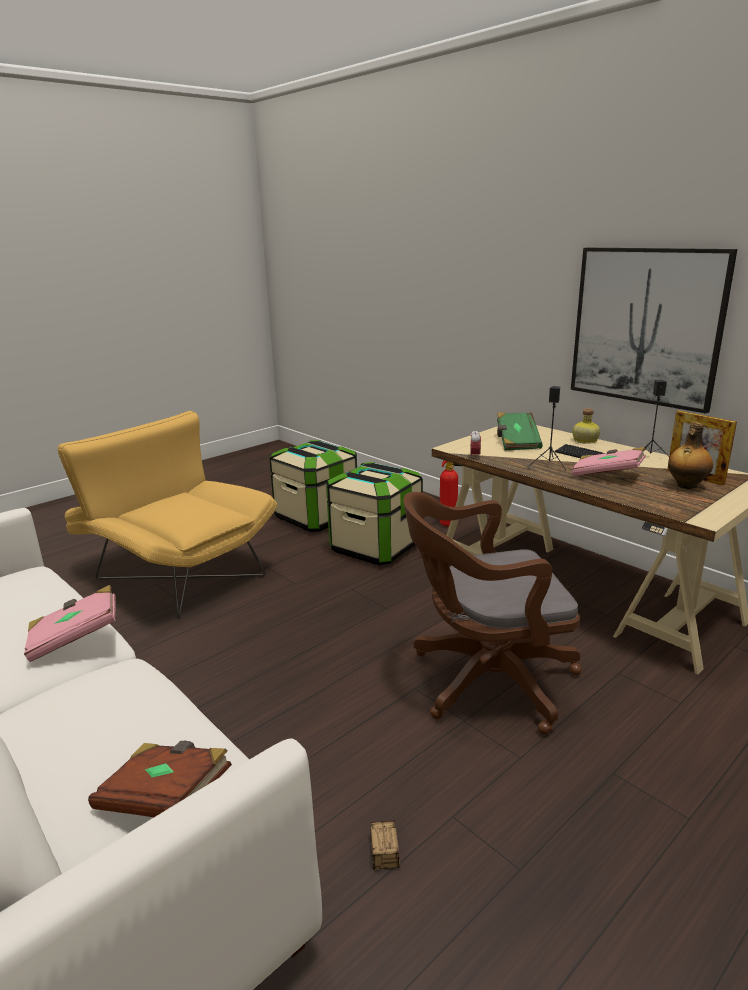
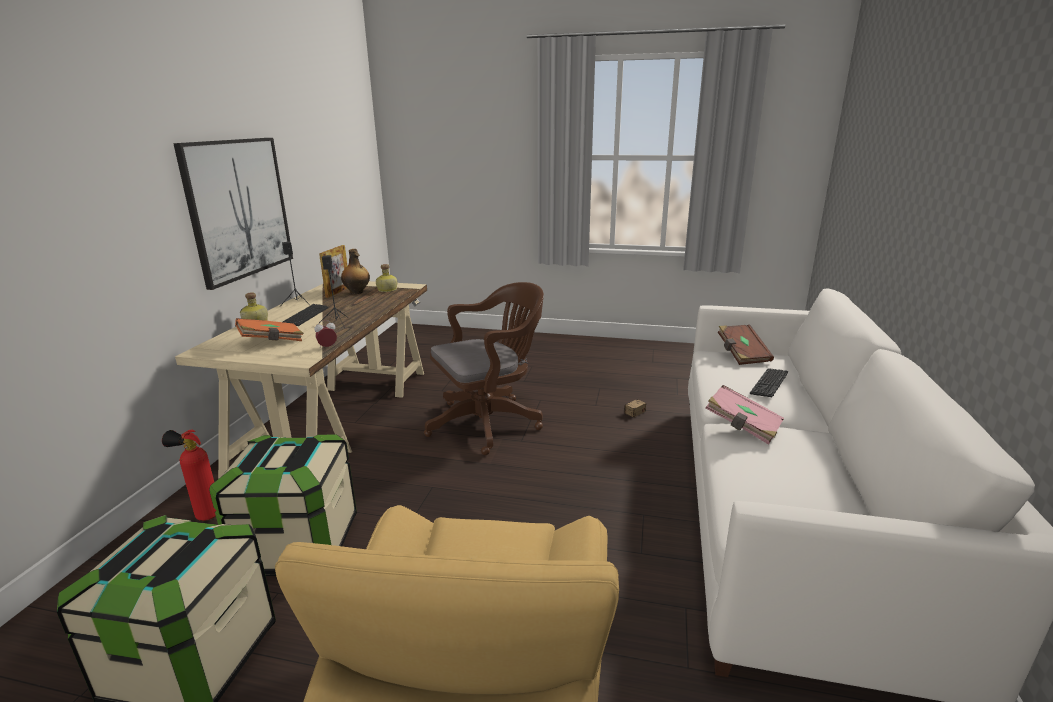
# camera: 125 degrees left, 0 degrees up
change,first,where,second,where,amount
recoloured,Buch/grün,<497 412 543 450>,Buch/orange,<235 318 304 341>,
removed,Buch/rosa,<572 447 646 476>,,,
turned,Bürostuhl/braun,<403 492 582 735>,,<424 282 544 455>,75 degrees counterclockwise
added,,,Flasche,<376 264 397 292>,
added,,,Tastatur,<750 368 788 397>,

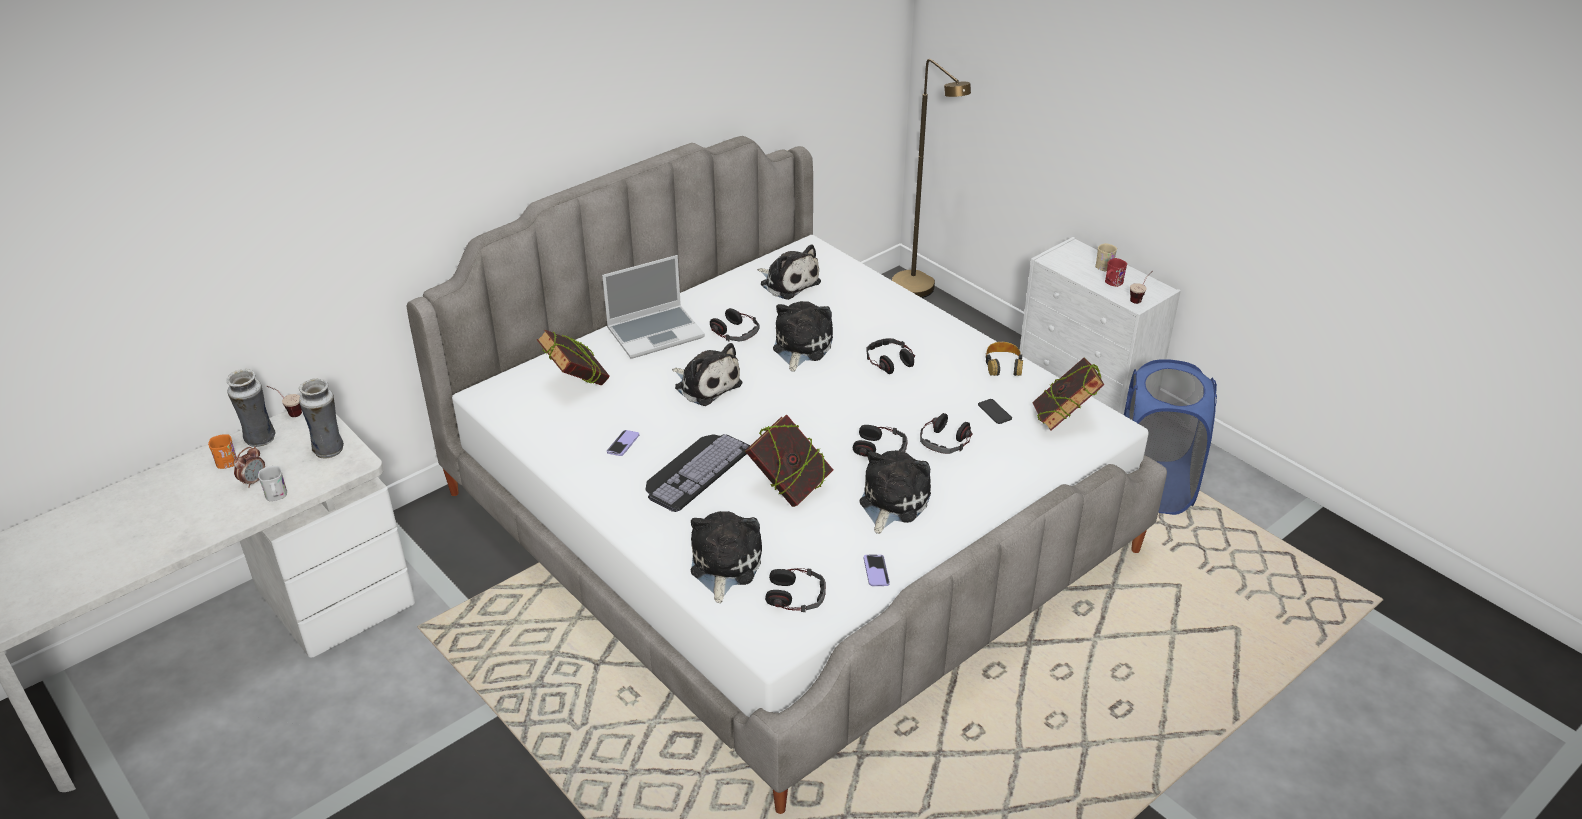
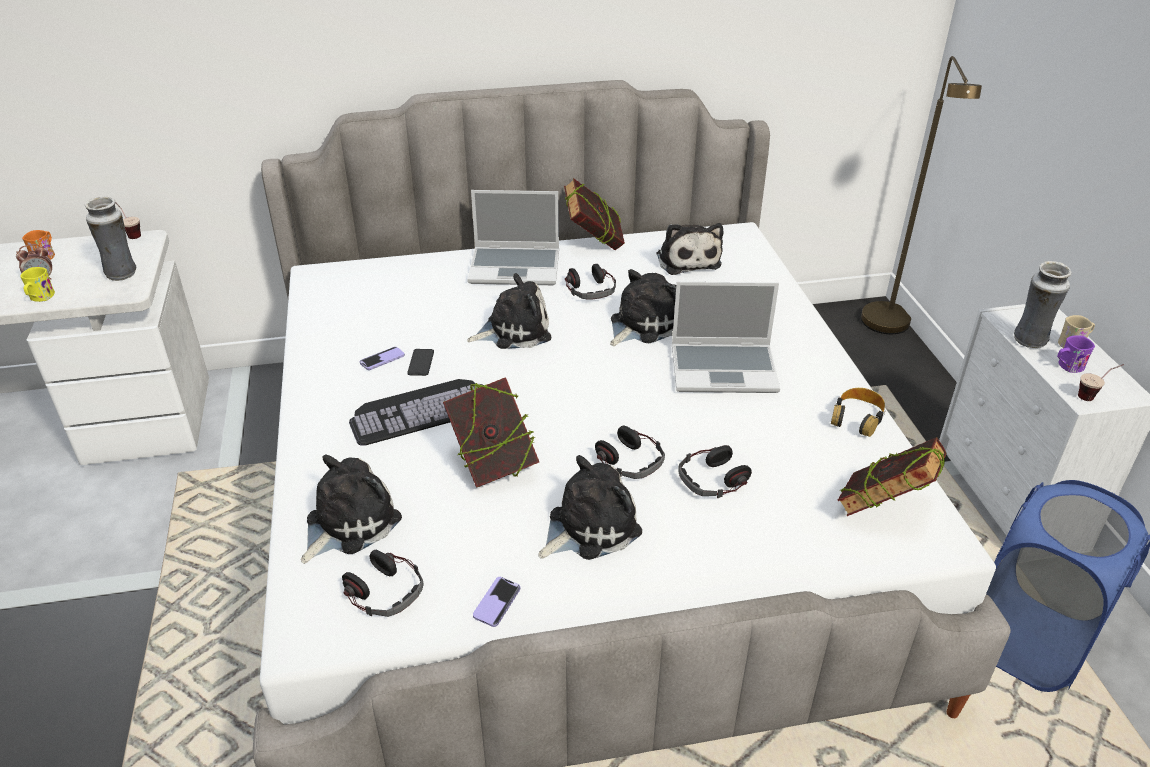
# camera: 30 degrees right, 0 degrees up
change,first,where,second,where,amount
recoloured,Henkelbecher/rot,<1105 258 1127 287>,Henkelbecher/lila,<1057 335 1095 373>,
moved,Buch,<536 330 610 386>,,<564 178 625 250>,
replaced,Kopfhörer,<866 338 915 374>,Laptop,<672 282 780 393>,
turned,Plüschtier,<672 343 742 406>,,<467 273 551 349>,90 degrees counterclockwise
moved,Vase,<227 369 276 447>,,<1014 261 1071 348>,
moved,Handy,<978 399 1012 424>,,<407 349 434 376>,
recoloured,Henkelbecher/weiß,<258 466 287 501>,Henkelbecher/gelb,<20 267 55 302>,

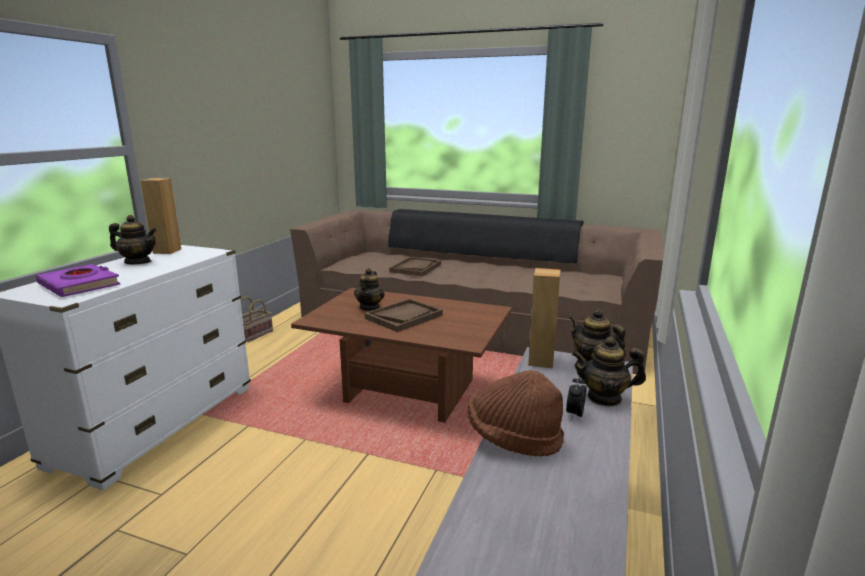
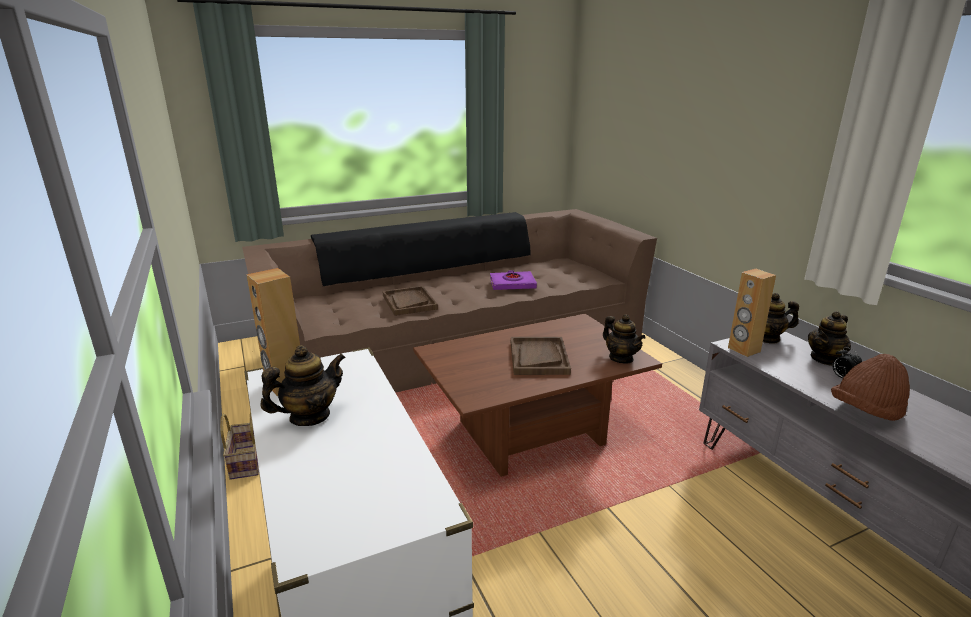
# camera: 45 degrees left, 5 degrees up
change,first,where,second,where,amount
moved,Buch/lila,<36 264 120 297>,,<490 271 537 290>,
moved,Teekanne,<354 268 385 311>,,<603 314 646 363>,

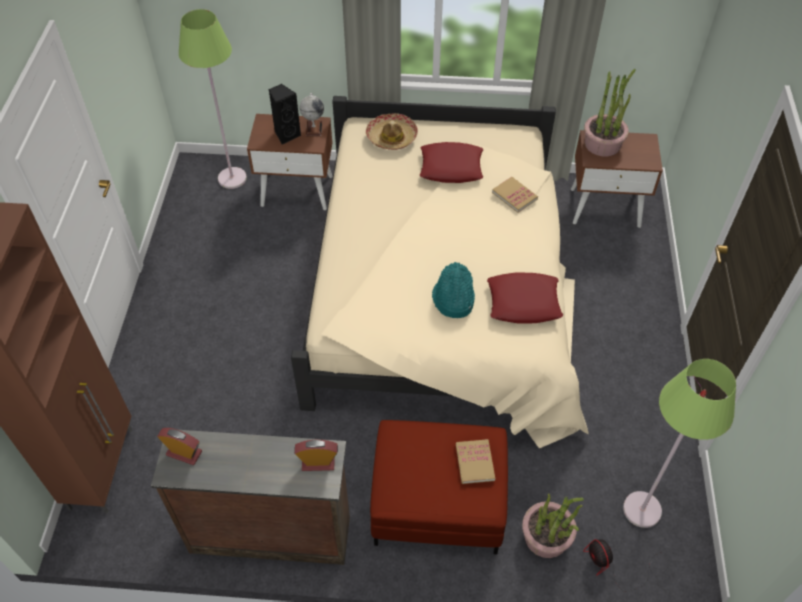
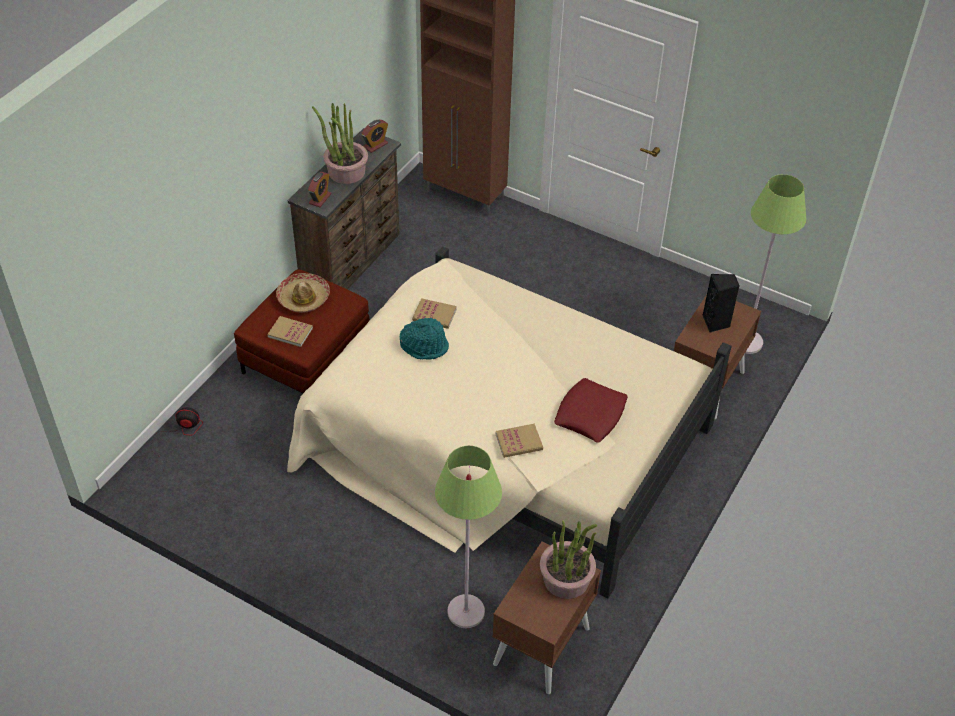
# camera: 115 degrees right, 5 degrees down
change,first,where,second,where,amount
removed,Globus,<300 93 324 136>,,,
moved,Hut,<366 113 418 150>,,<276 273 330 313>,
removed,Kissen/rot,<487 273 563 323>,,,
moved,Stehlampe/grün,<623 359 736 528>,,<435 446 502 628>,
moved,Topfpflanze,<522 493 584 558>,,<312 103 368 184>,
added,,,Buch,<412 298 457 329>,

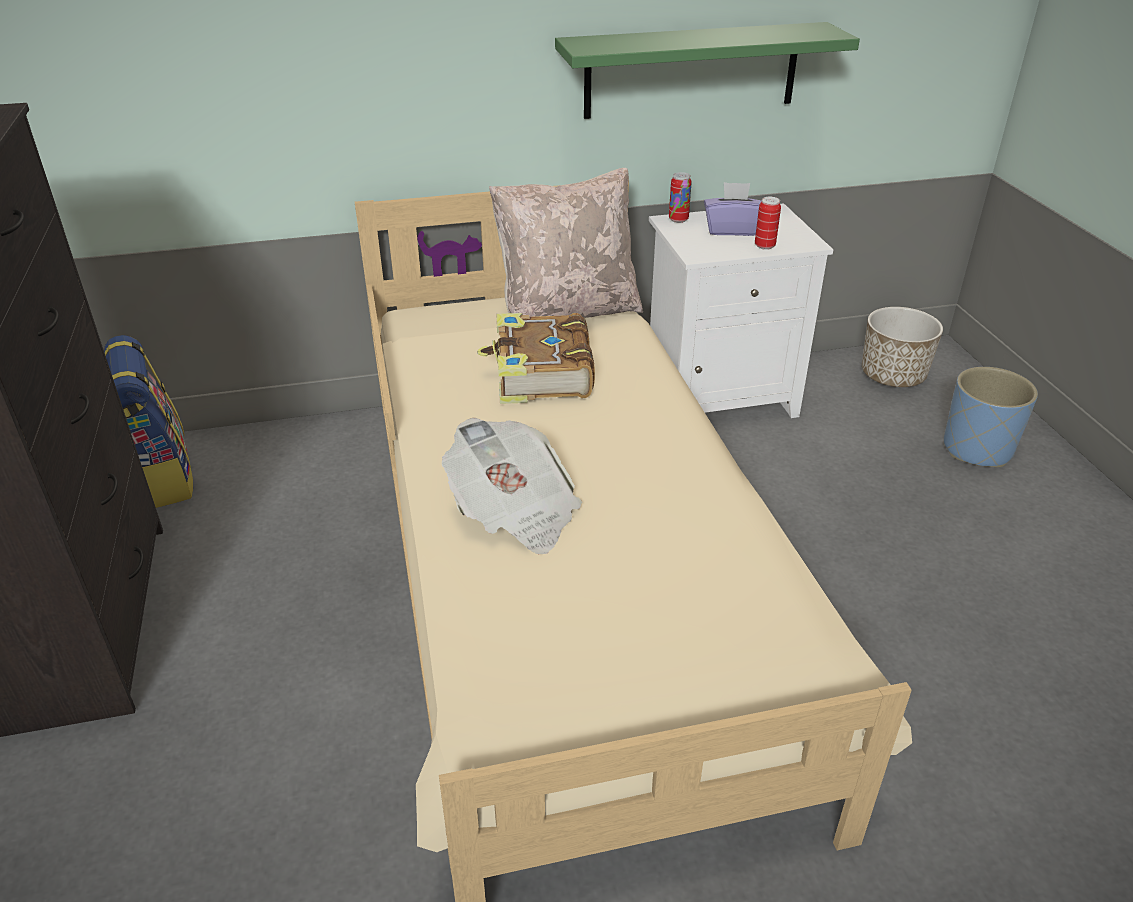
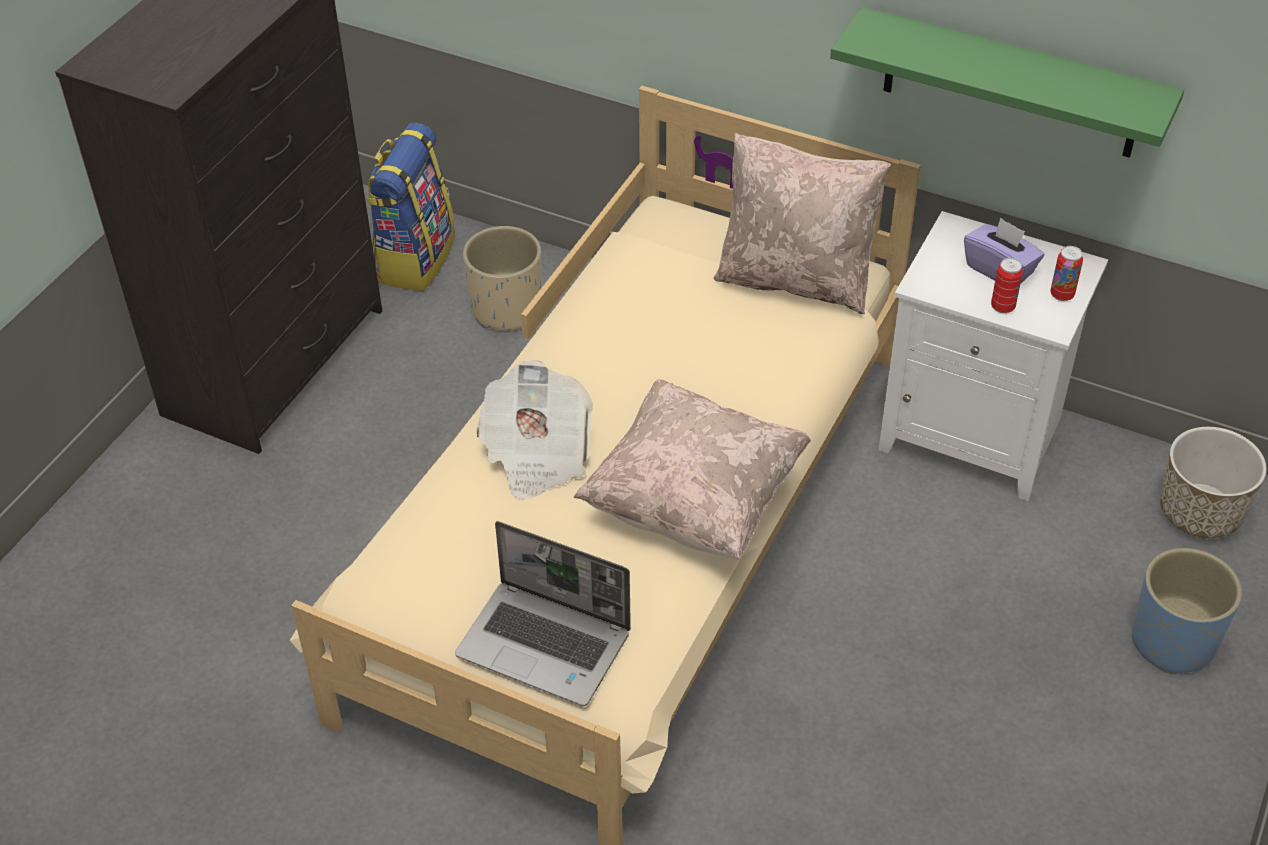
# camera: 40 degrees right, 10 degrees up
change,first,where,second,where,amount
moved,Dose,<669 172 692 223>,,<1051 246 1083 301>,
removed,Buch,<477 313 595 404>,,,
added,,,Pflanzkübel/beige,<463 226 541 330>,
added,,,Kissen/beige,<574 379 811 560>,
added,,,Laptop,<455 521 631 706>,

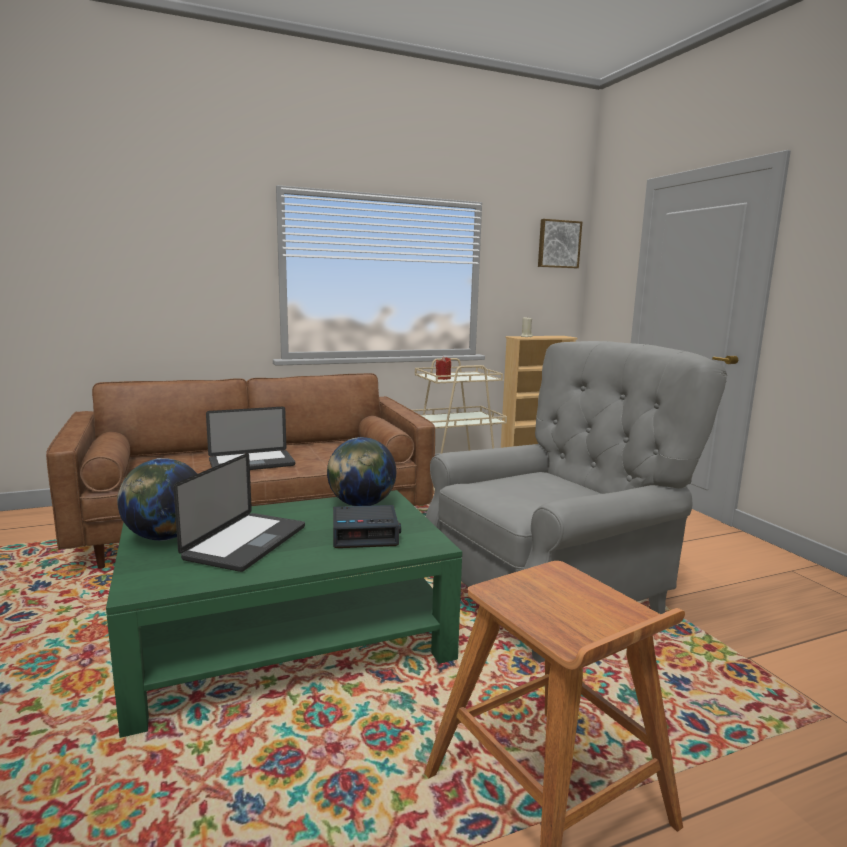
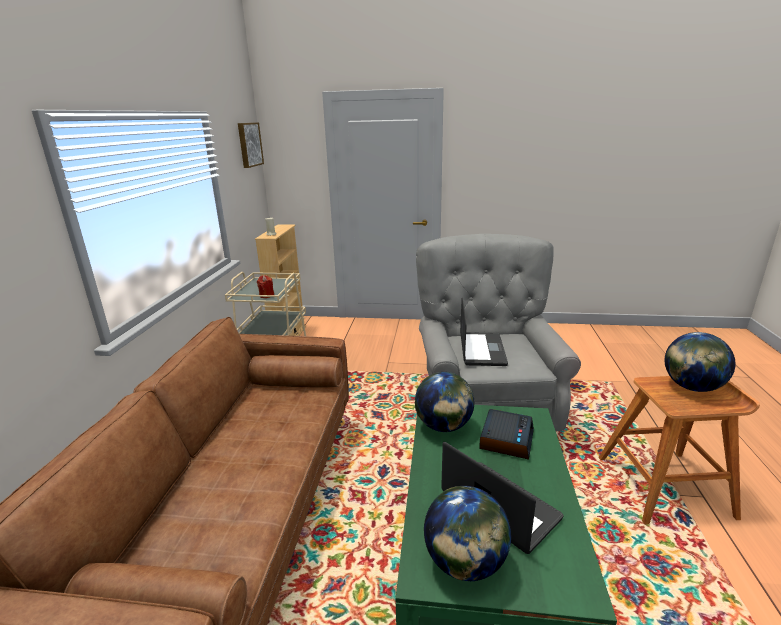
# camera: 60 degrees left, 10 degrees up
change,first,where,second,where,amount
moved,Laptop,<206 407 295 470>,,<460 297 508 366>,
added,,,Globus,<665 332 736 392>,

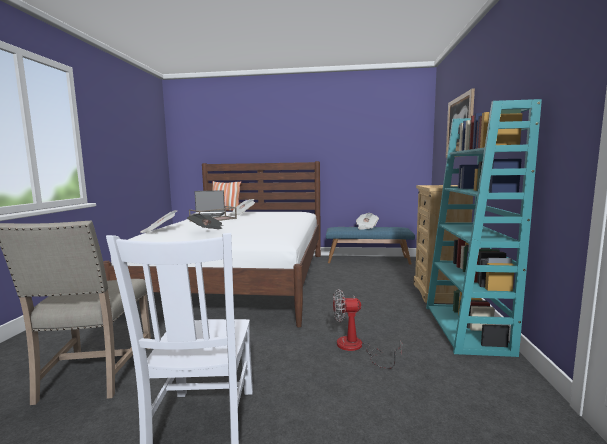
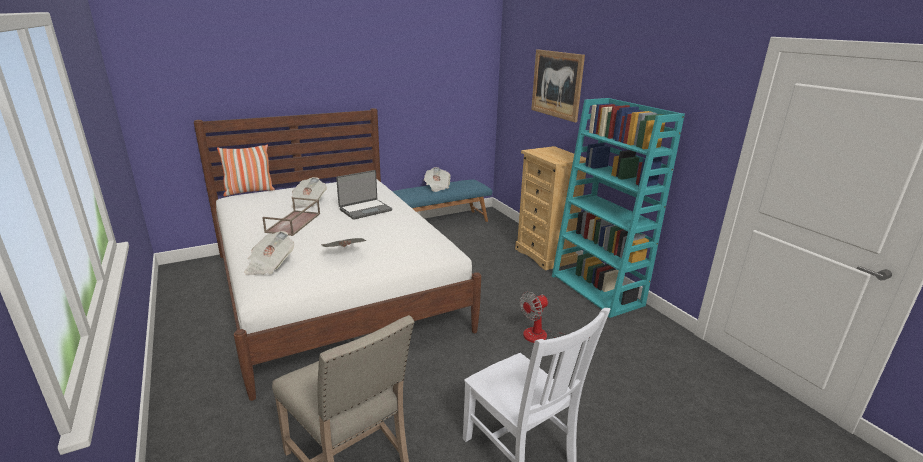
# camera: 35 degrees left, 15 degrees up
change,first,where,second,where,amount
moved,Laptop,<191 190 225 217>,,<336 170 392 220>,

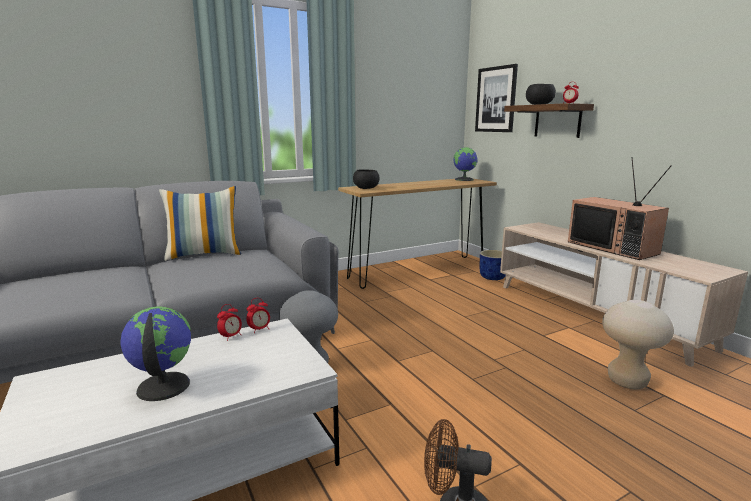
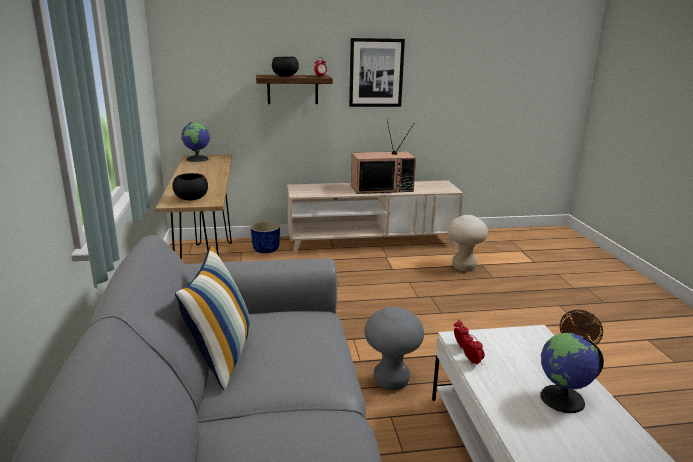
# camera: 70 degrees left, 5 degrees up
change,first,where,second,where,amount
moved,Bild,<475 64 518 132>,,<349 38 405 107>,

